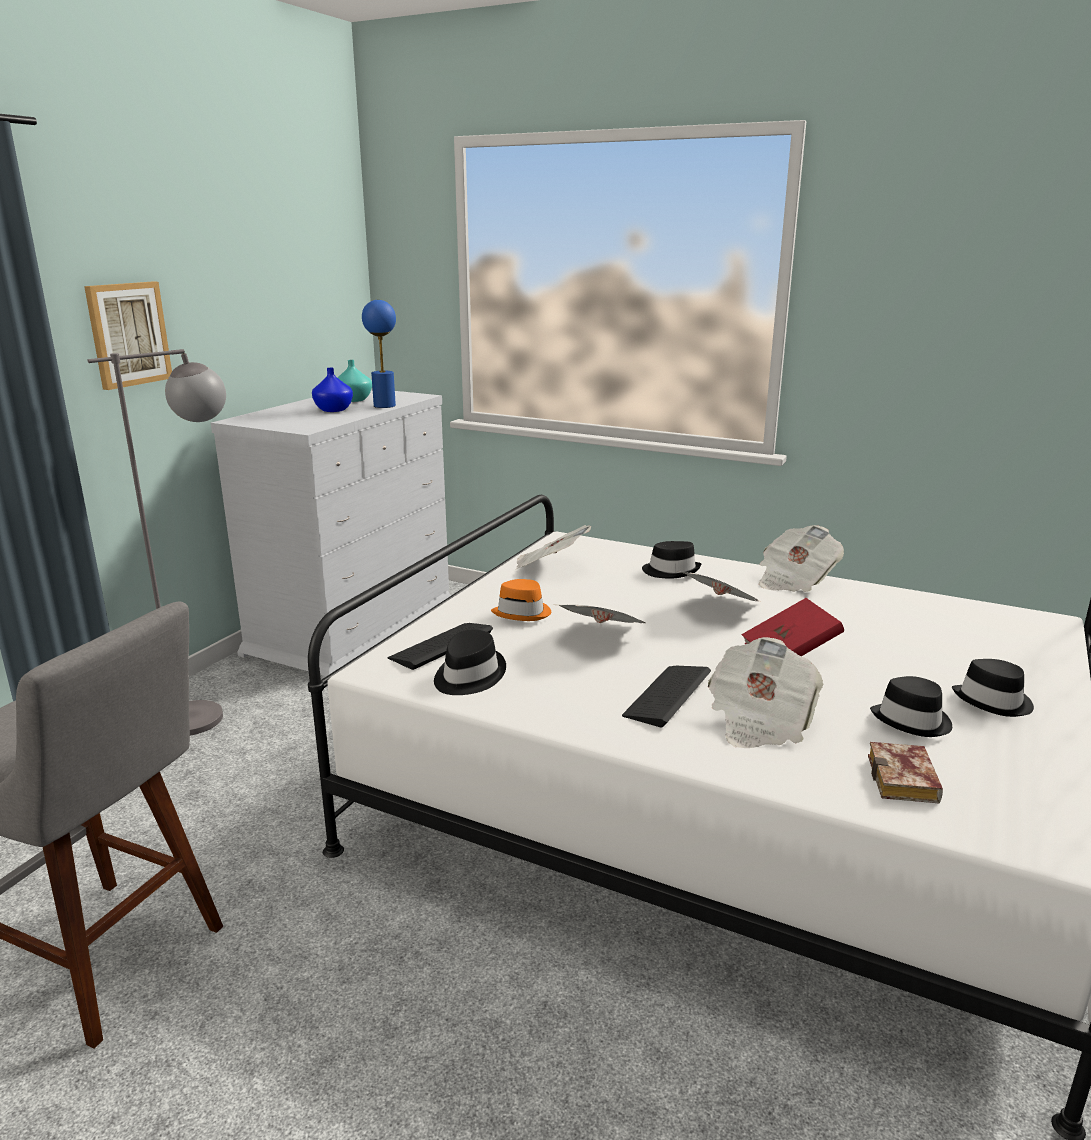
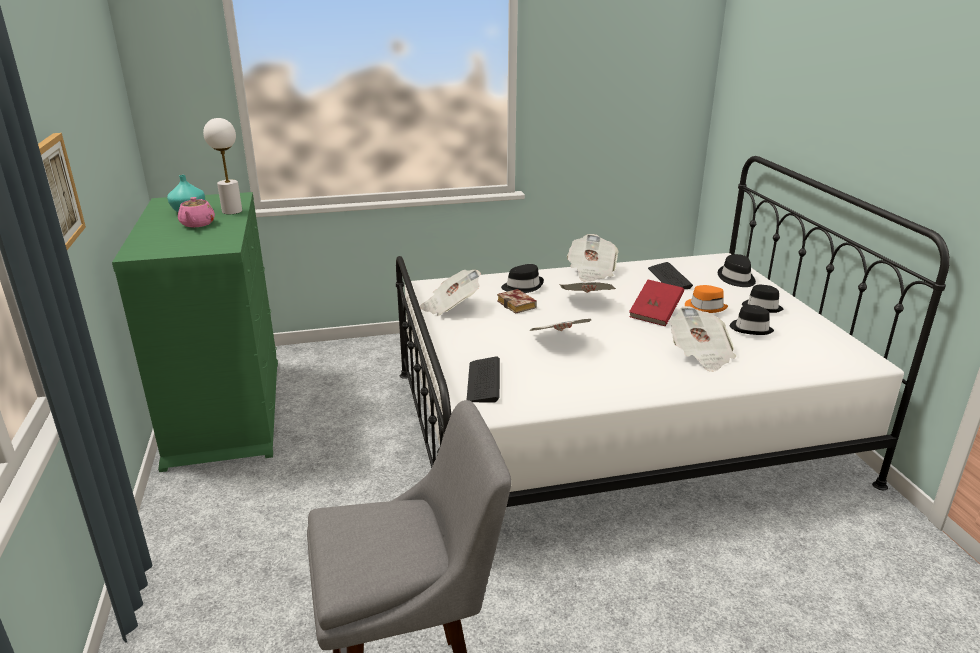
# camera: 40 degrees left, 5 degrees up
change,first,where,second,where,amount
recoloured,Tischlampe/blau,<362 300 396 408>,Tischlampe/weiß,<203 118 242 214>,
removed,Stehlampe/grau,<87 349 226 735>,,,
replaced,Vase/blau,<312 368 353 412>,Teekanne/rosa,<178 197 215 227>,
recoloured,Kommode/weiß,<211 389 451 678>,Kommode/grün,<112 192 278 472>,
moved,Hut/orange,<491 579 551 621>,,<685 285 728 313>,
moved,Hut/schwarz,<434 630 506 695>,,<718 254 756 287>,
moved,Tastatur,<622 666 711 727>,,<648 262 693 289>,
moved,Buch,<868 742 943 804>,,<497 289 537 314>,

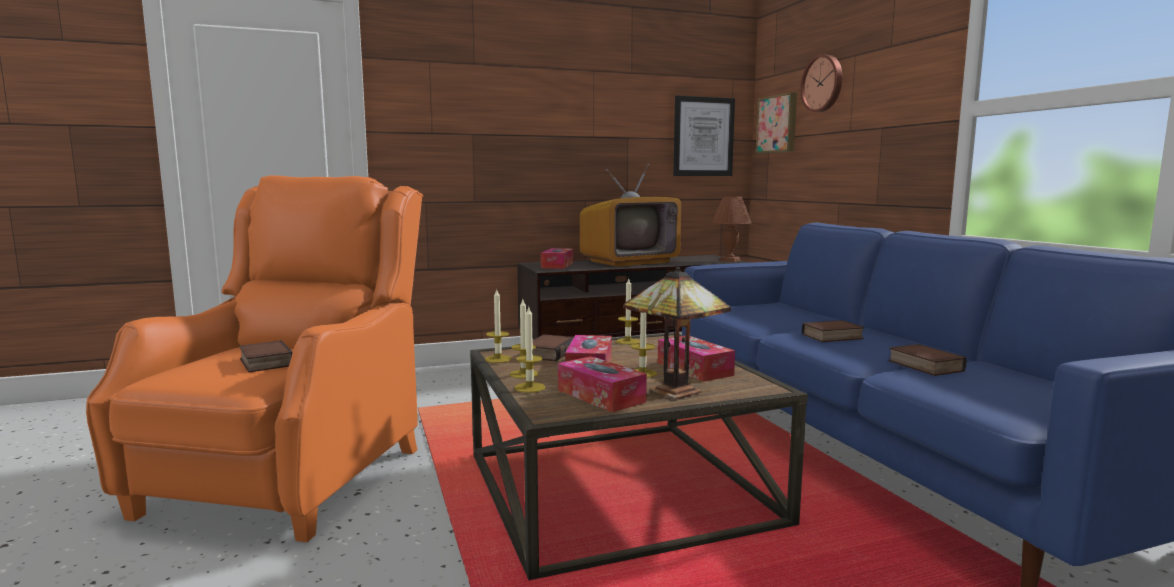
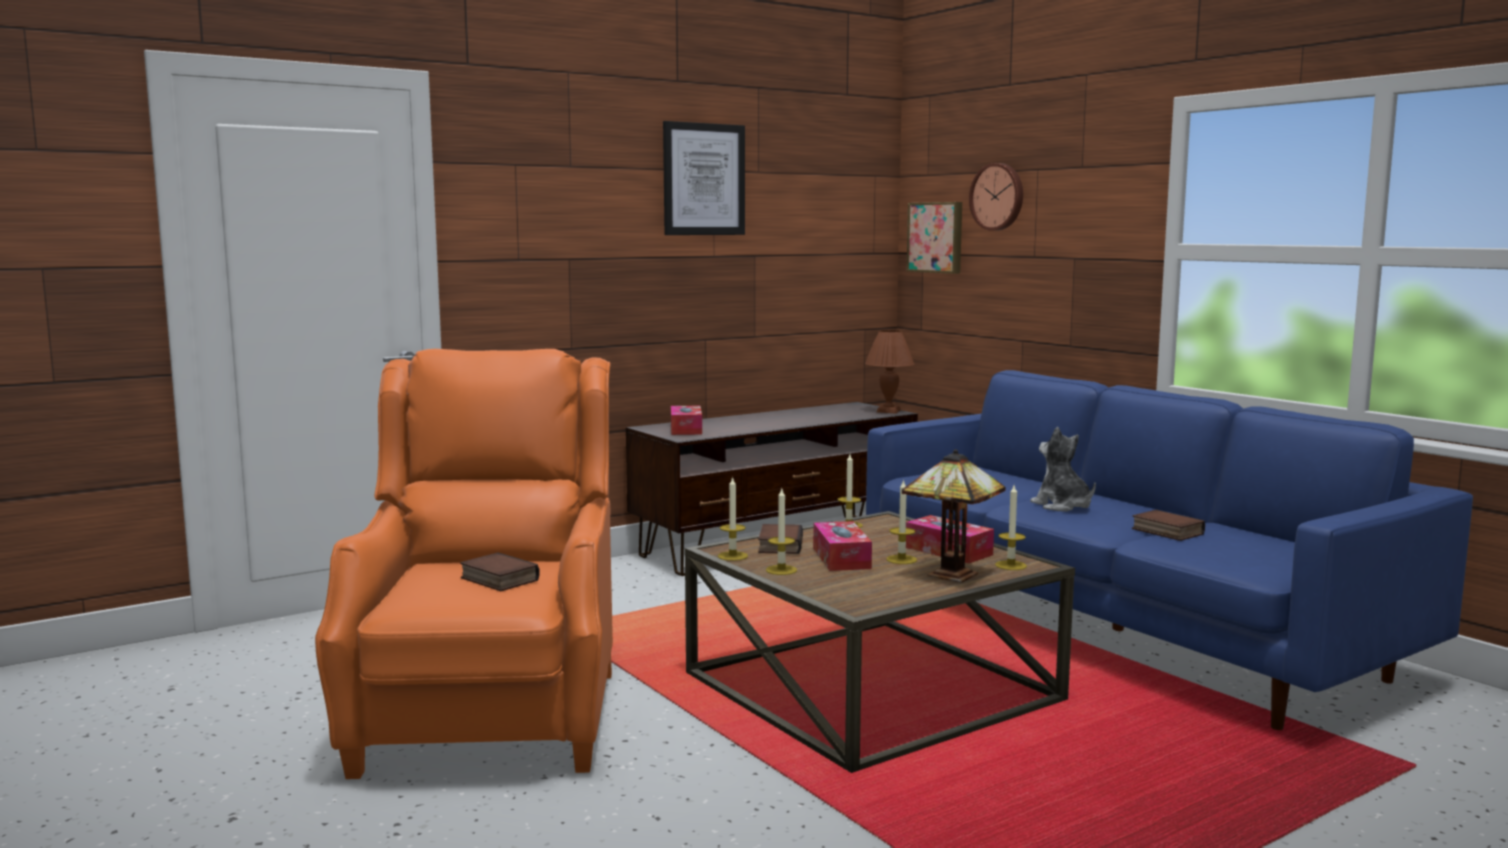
# camera: 15 degrees left, 0 degrees up
change,first,where,second,where,amount
moved,Bild,<673 95 735 176>,,<663 121 745 235>,
removed,Fernseher,<580 164 682 267>,,,
moved,Kerze,<515 307 545 393>,,<995 485 1027 570>,
replaced,Buch,<802 320 864 342>,Plüschtier,<1030 427 1096 512>,
removed,Taschentuchbox,<558 356 647 412>,,,

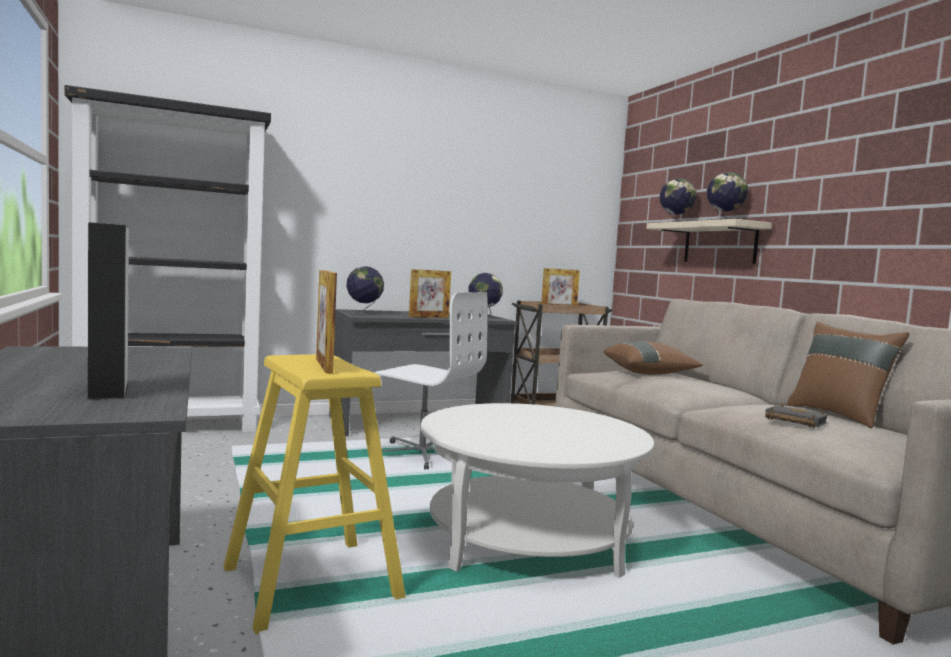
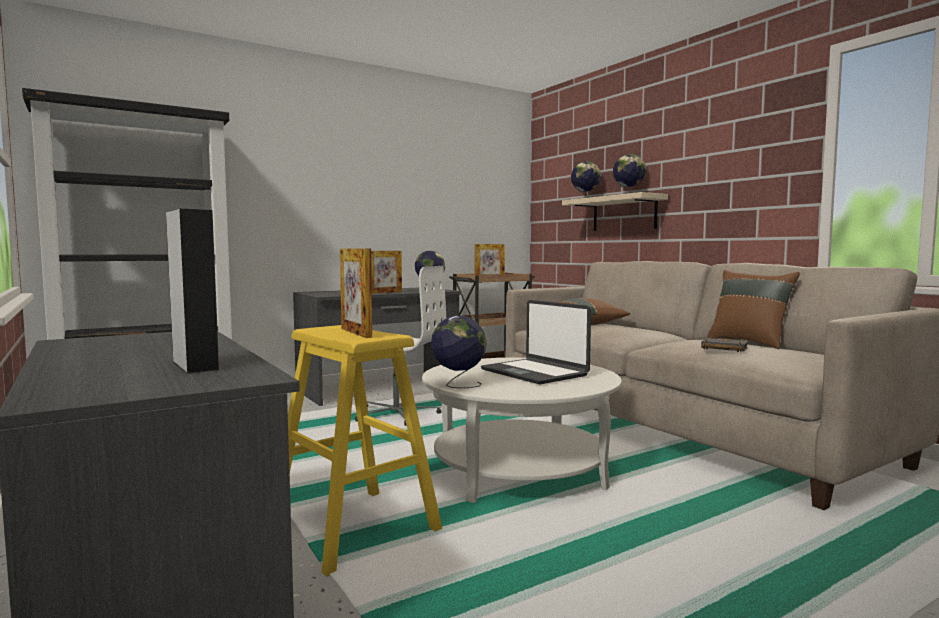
# camera: 10 degrees left, 0 degrees up
change,first,where,second,where,amount
moved,Globus,<346 266 384 315>,,<431 316 487 388>,
added,,,Laptop,<481 300 591 385>,

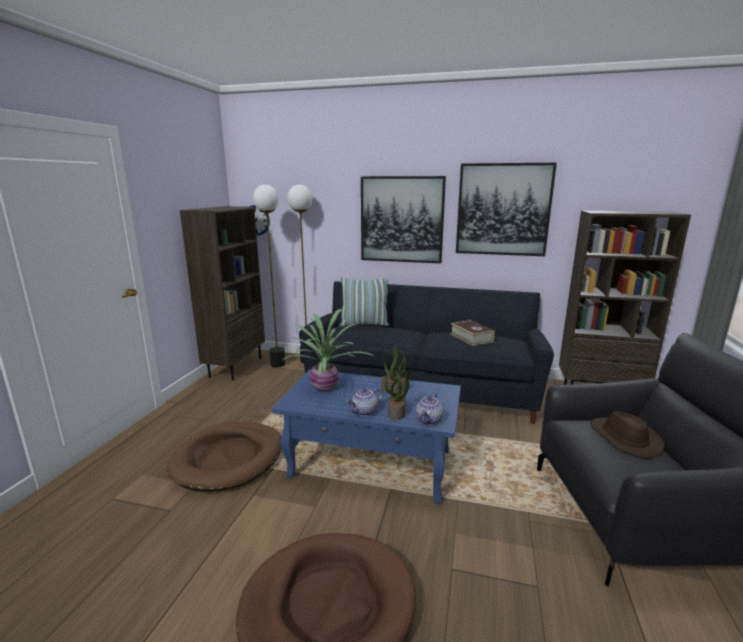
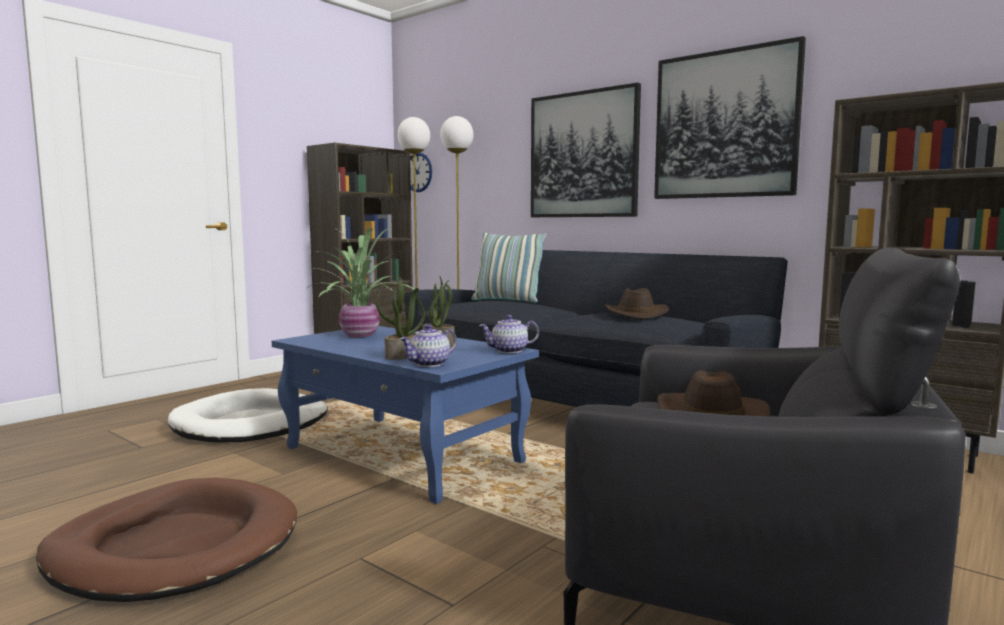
# camera: 25 degrees right, 10 degrees down
change,first,where,second,where,amount
replaced,Buch,<450 320 495 346>,Hut/braun,<604 288 669 319>,
moved,Teekanne,<346 388 382 416>,,<479 315 539 353>,
recoloured,Hundebett/braun,<167 421 281 492>,Hundebett/weiß,<168 388 328 443>,

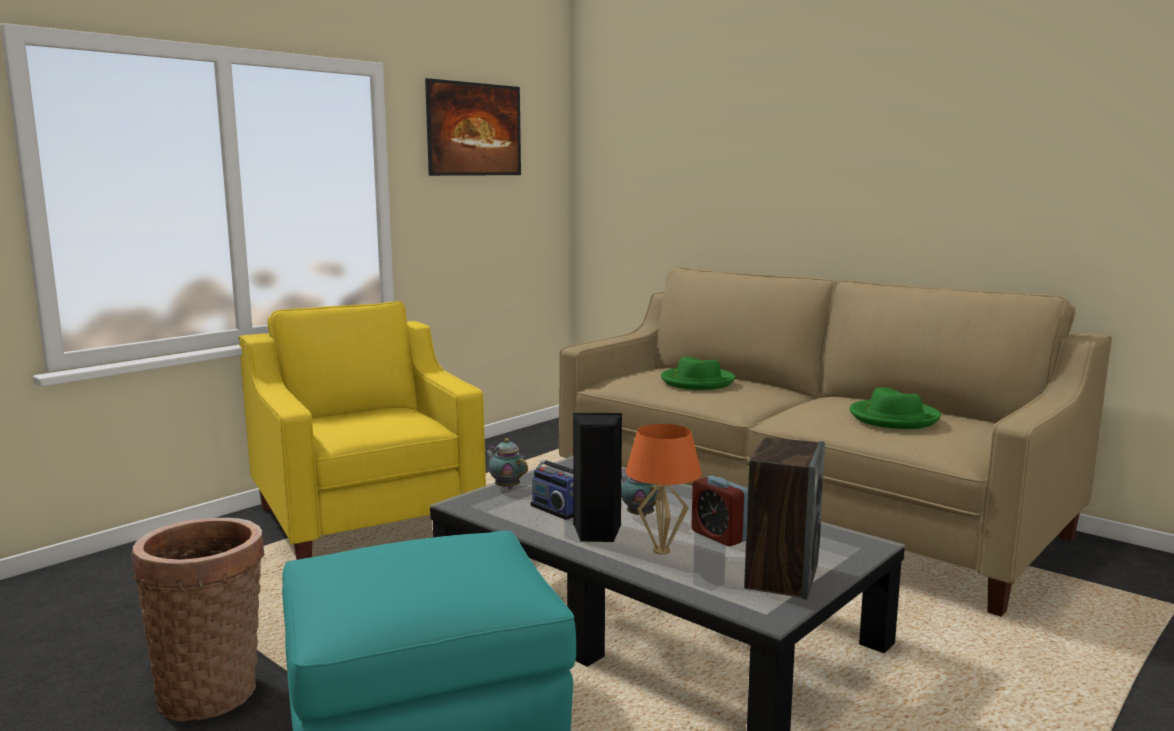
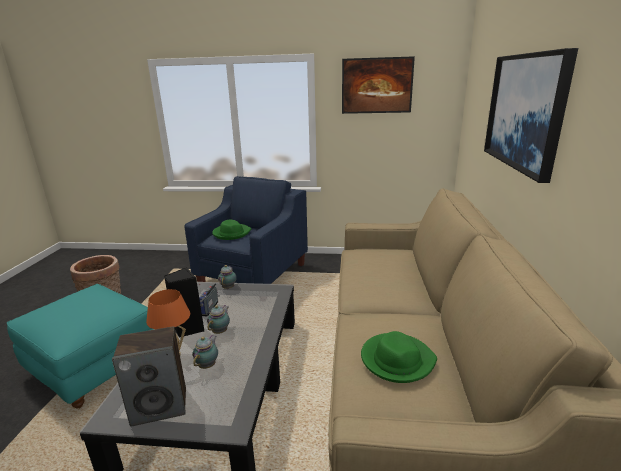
# camera: 55 degrees right, 10 degrees up
change,first,where,second,where,amount
recoloured,Sessel/gelb,<239 301 486 560>,Sessel/blau,<184 176 308 284>,
moved,Hut/grün,<661 357 735 390>,,<212 220 251 240>,
replaced,Wecker,<691 475 748 546>,Teekanne,<192 335 218 369>,
added,,,Bild,<484 48 578 183>,

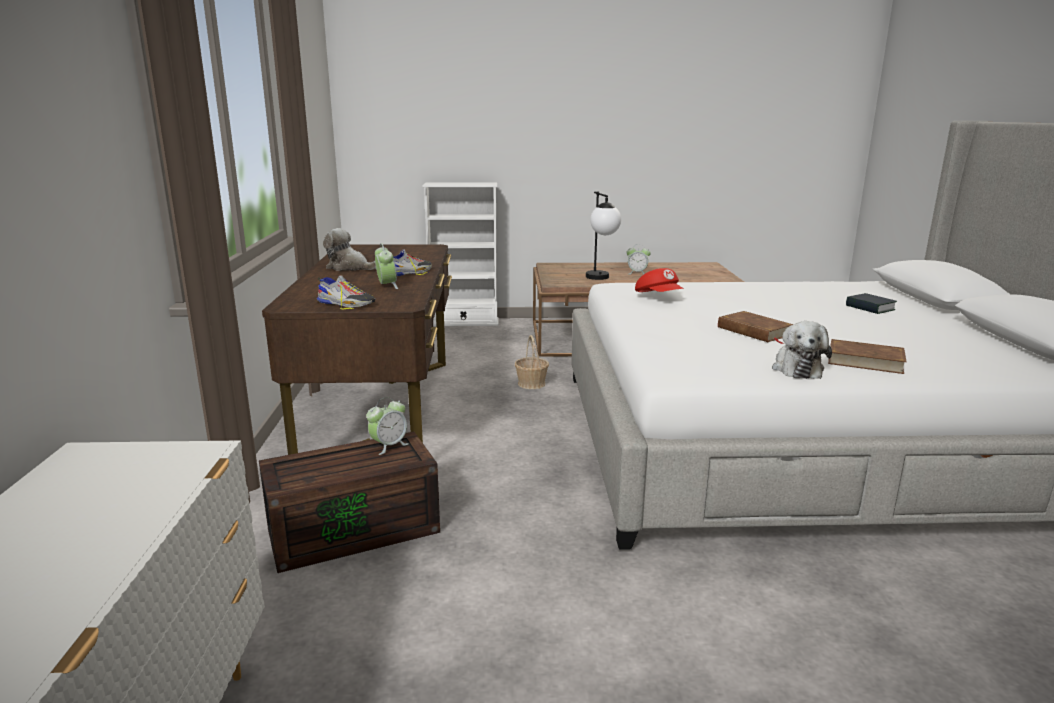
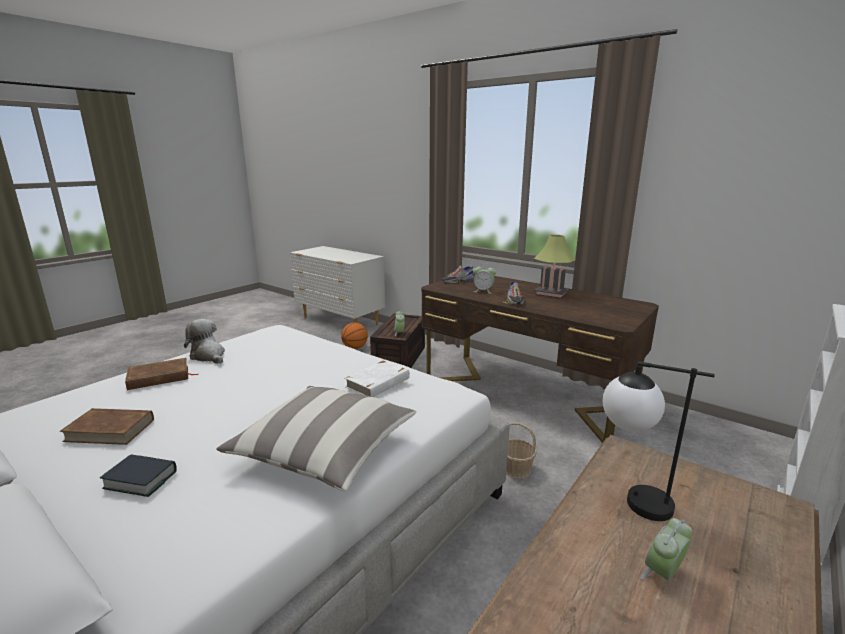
# camera: 130 degrees right, 0 degrees up
change,first,where,second,where,amount
replaced,Plüschtier,<323 228 376 271>,Tischlampe,<534 235 576 298>,
replaced,Kappe/rot,<635 268 684 292>,Buch/weiß,<345 360 410 397>,
moved,Buch/braun,<718 311 794 344>,,<59 408 154 445>,
added,,,Basketball,<341 323 368 349>,
added,,,Kissen,<217 386 416 491>,

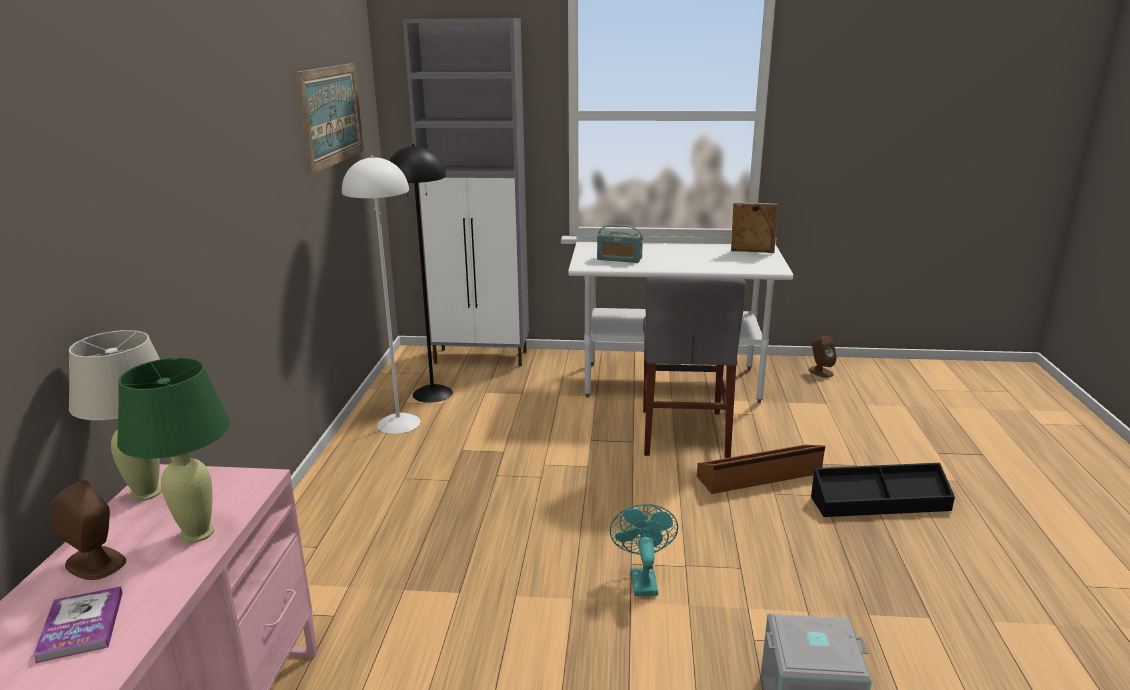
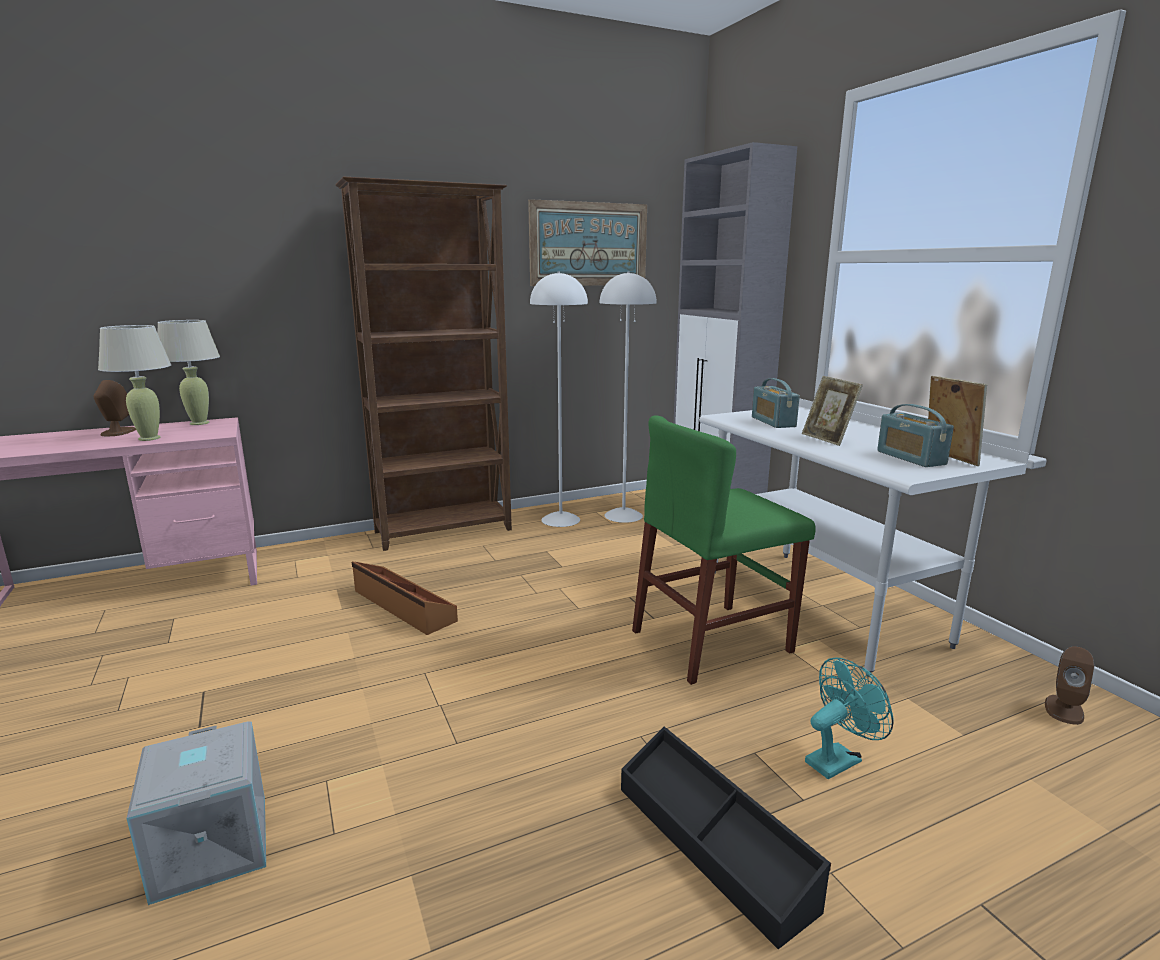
# camera: 60 degrees right, 5 degrees down
change,first,where,second,where,amount
recoloured,Stehlampe/schwarz,<389 144 453 403>,Stehlampe/weiß,<600 271 657 523>,
recoloured,Stuhl/grau,<643 276 746 458>,Stuhl/grün,<632 415 816 685>,
recoloured,Tischlampe/grün,<117 358 230 543>,Tischlampe/beige,<98 325 171 441>,
moved,Aufbewahrungsbox/braun,<697 445 825 494>,,<352 561 458 635>,
moved,Ventilator/türkis,<610 504 678 596>,,<805 658 894 779>,
removed,Buch,<33 586 123 663>,,,
added,,,Bücherregal/braun,<335 176 512 551>,
added,,,Bilderrahmen,<802 376 863 446>,
added,,,Radio,<877 404 954 467>,

